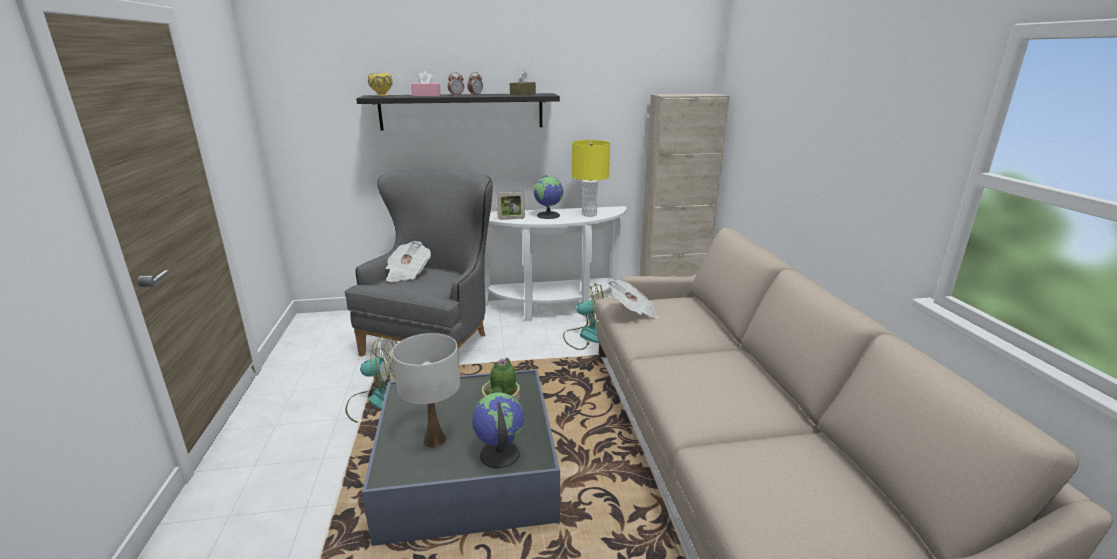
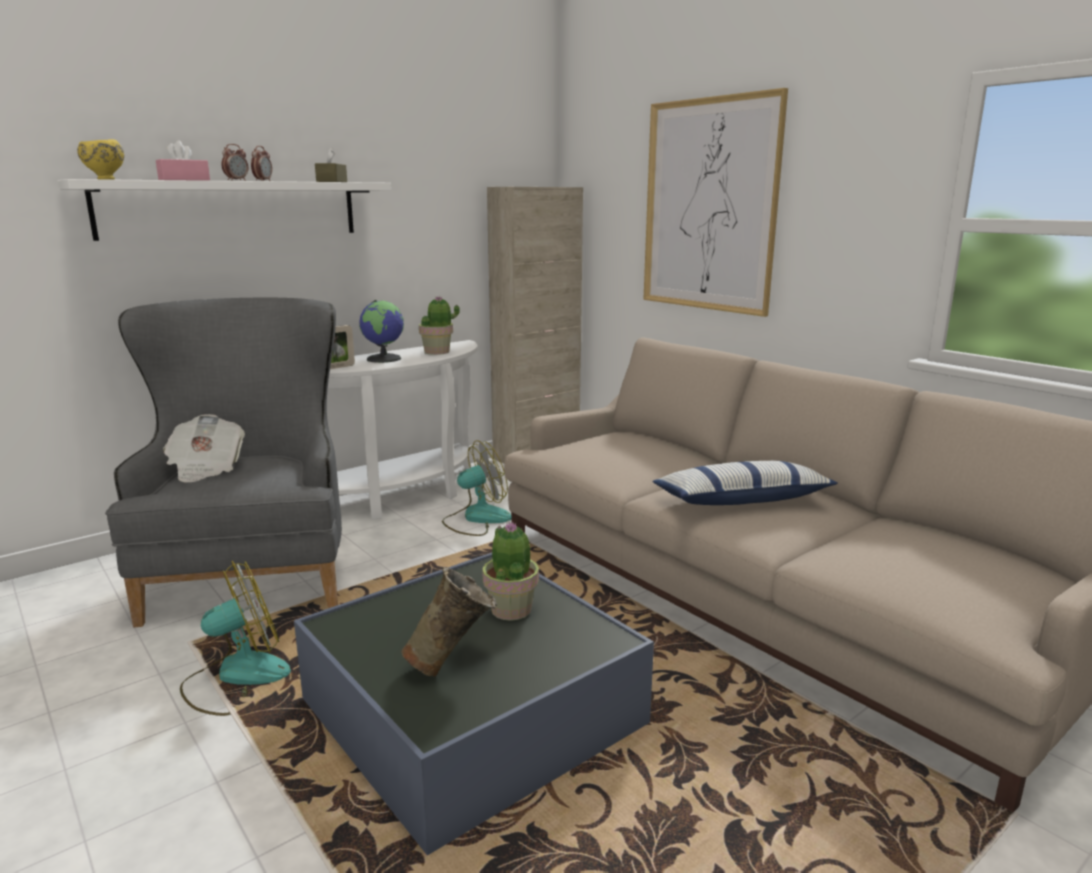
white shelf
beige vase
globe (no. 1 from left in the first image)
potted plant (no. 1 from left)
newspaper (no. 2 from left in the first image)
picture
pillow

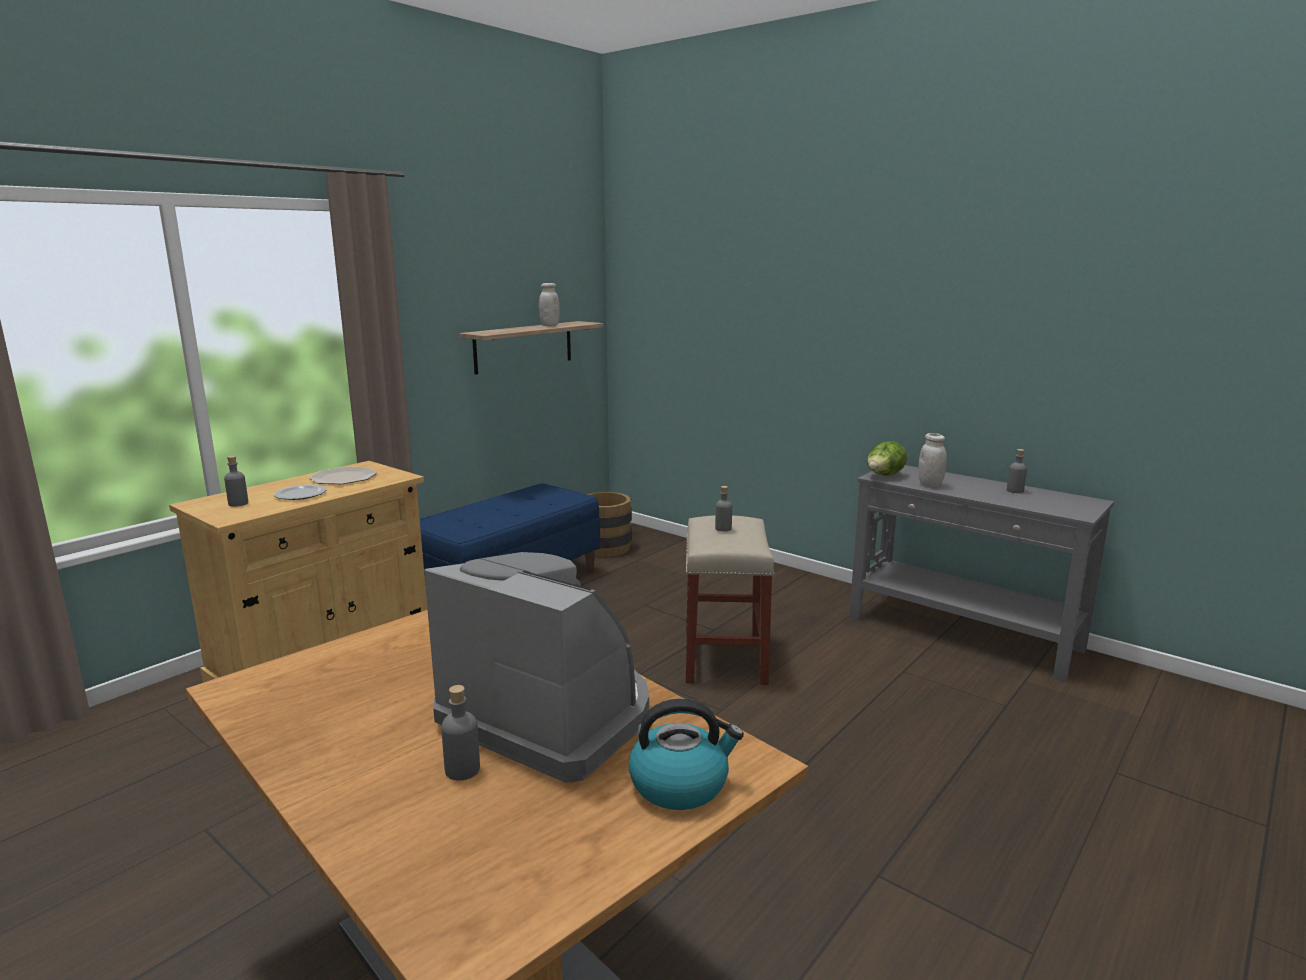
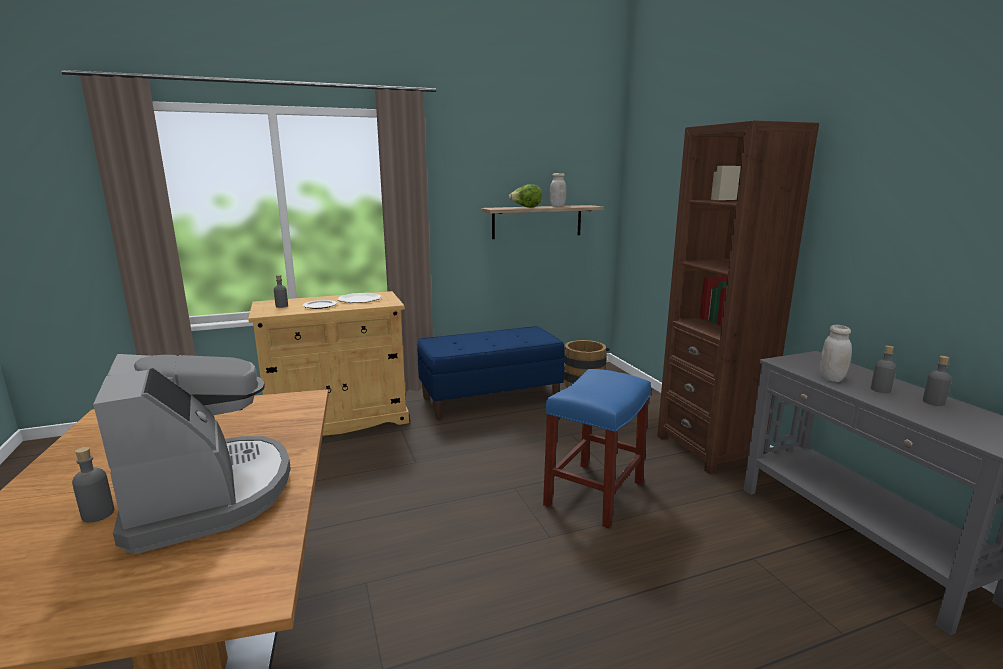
kettle
blue stool
grey bottle (no. 3 from left)
lettuce
brown bookcase

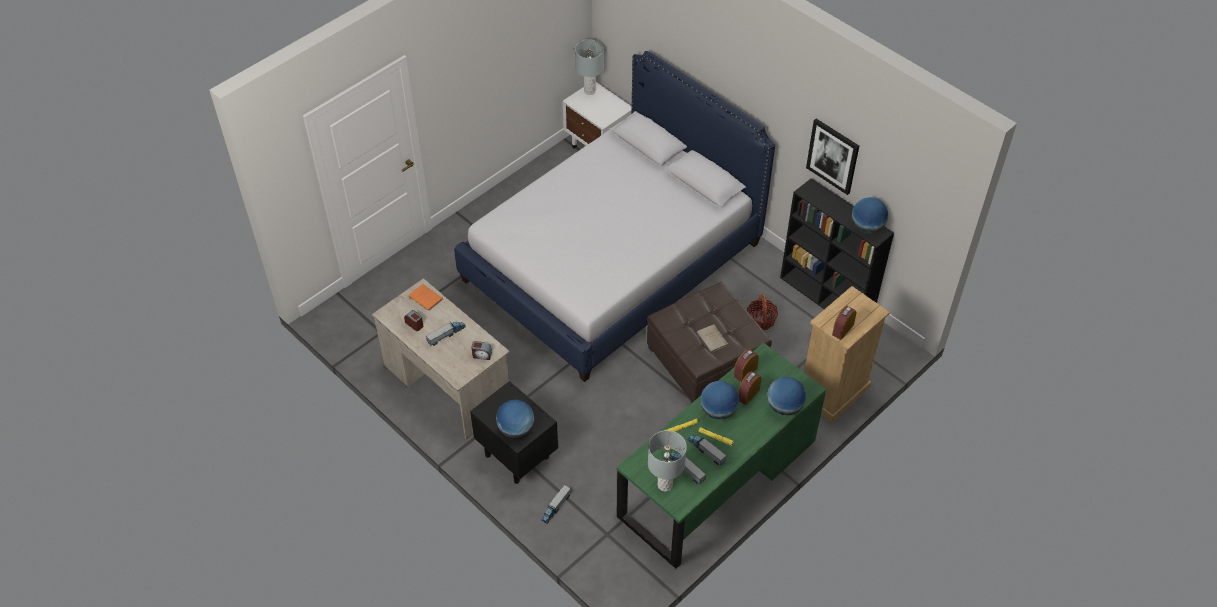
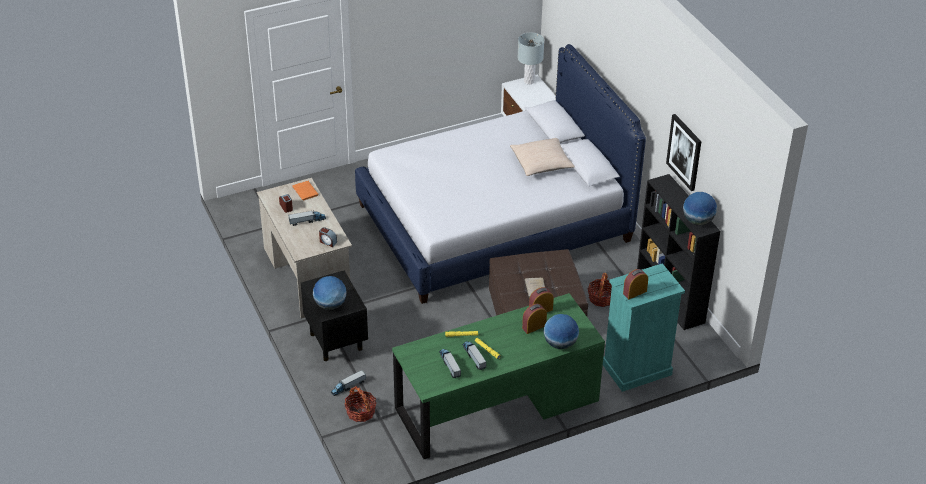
grey table lamp (no. 2 from left in the first image)
globe (no. 2 from left in the first image)
turquoise dresser
basket (no. 1 from left)
beige pillow

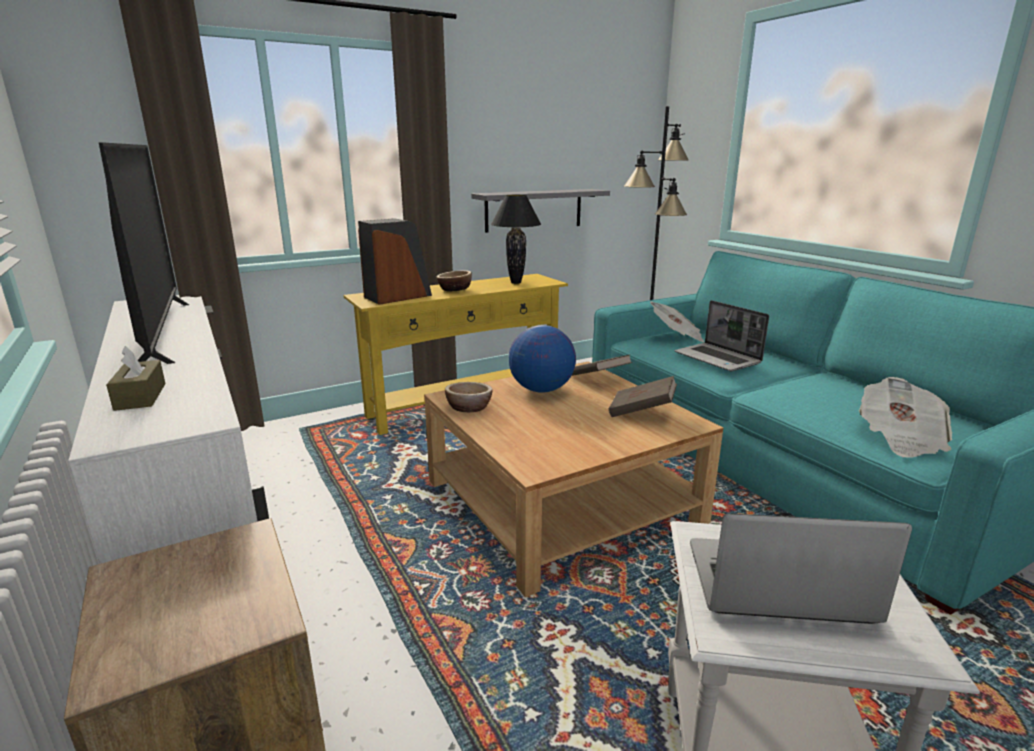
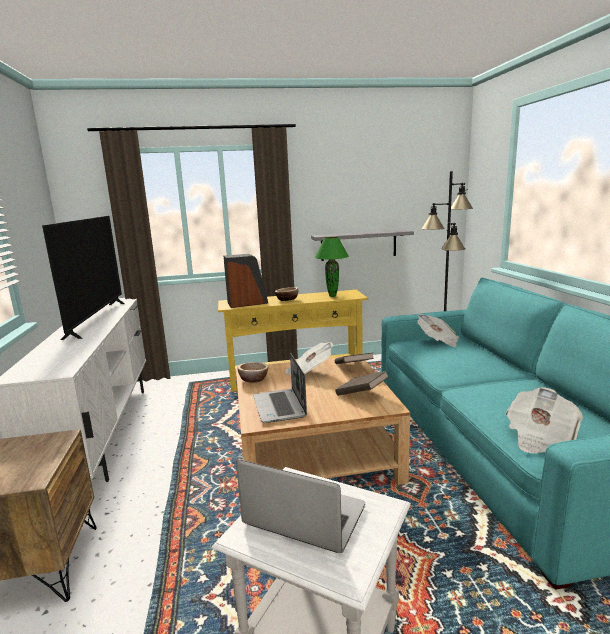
brown tissue box
green table lamp
newspaper (no. 1 from left)
laptop (no. 1 from left)

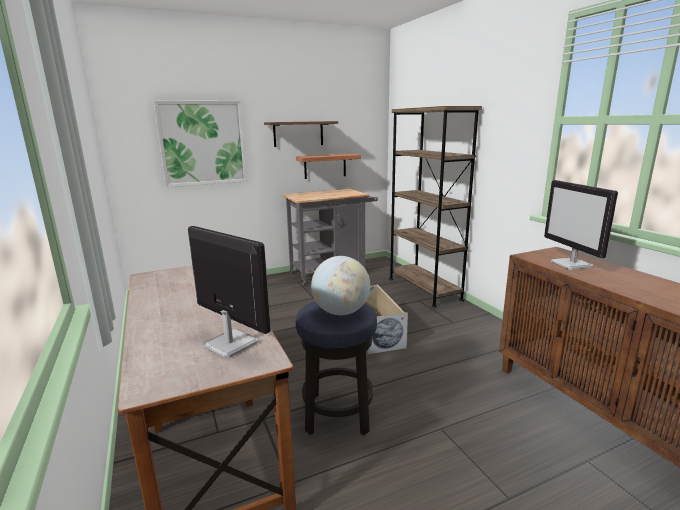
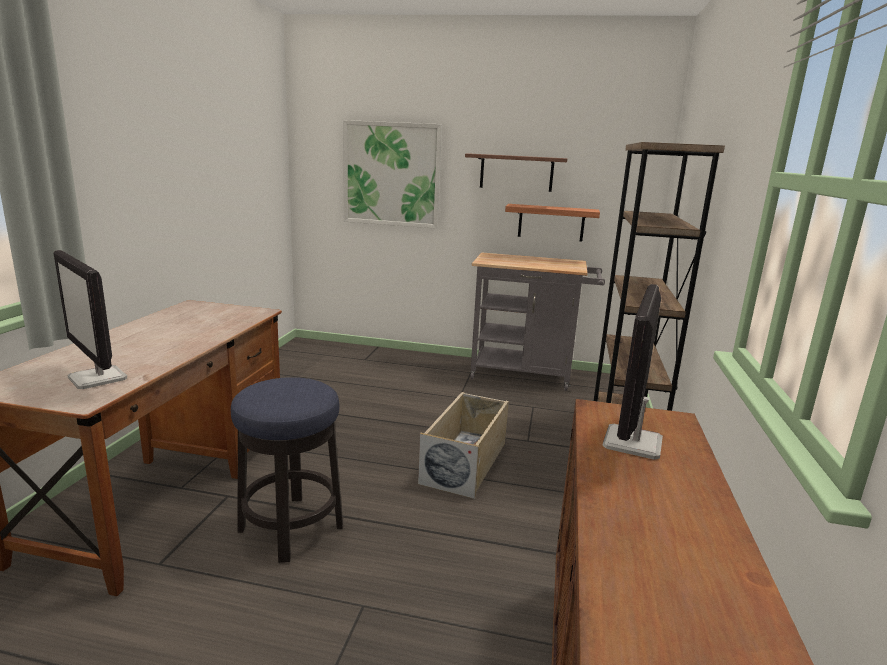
monitor (no. 1 from left)
globe

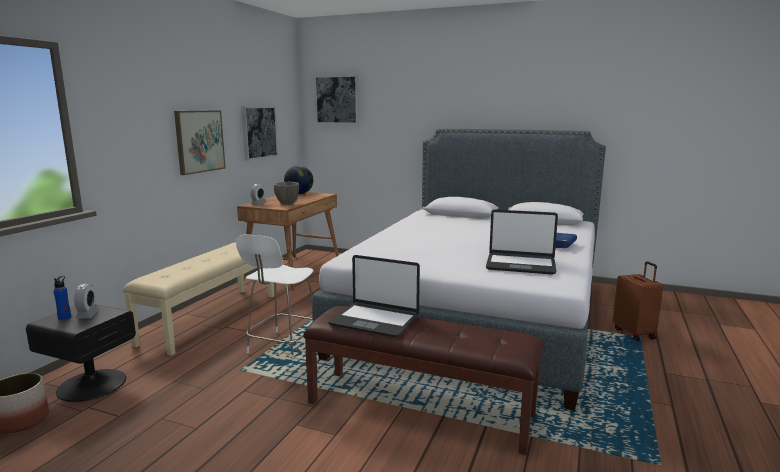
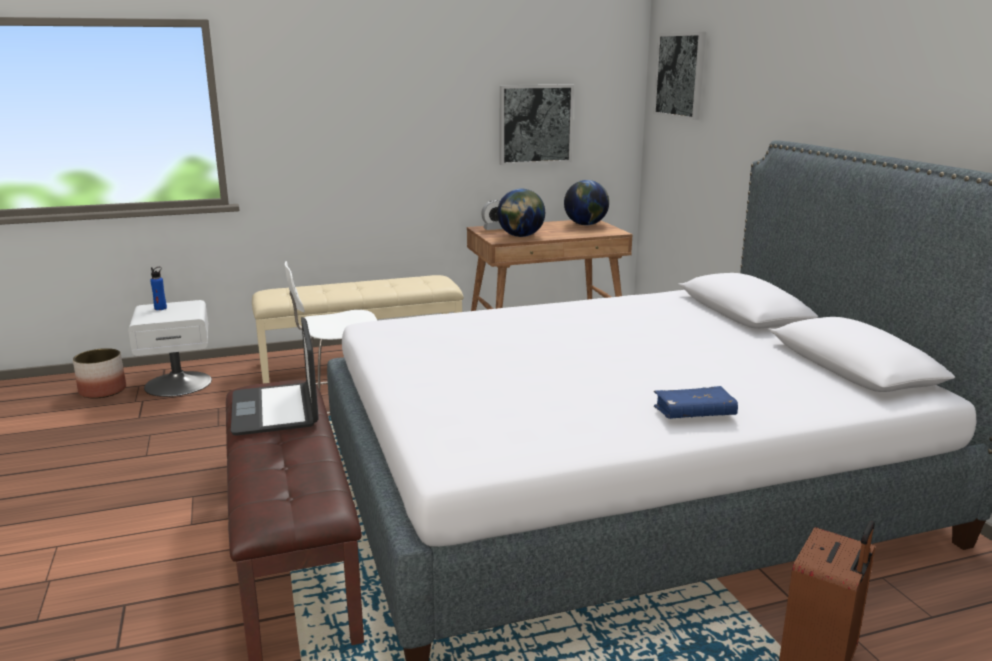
white nightstand
alarm clock (no. 1 from left in the first image)
picture (no. 1 from left in the first image)
globe (no. 1 from left)
laptop (no. 2 from left in the first image)

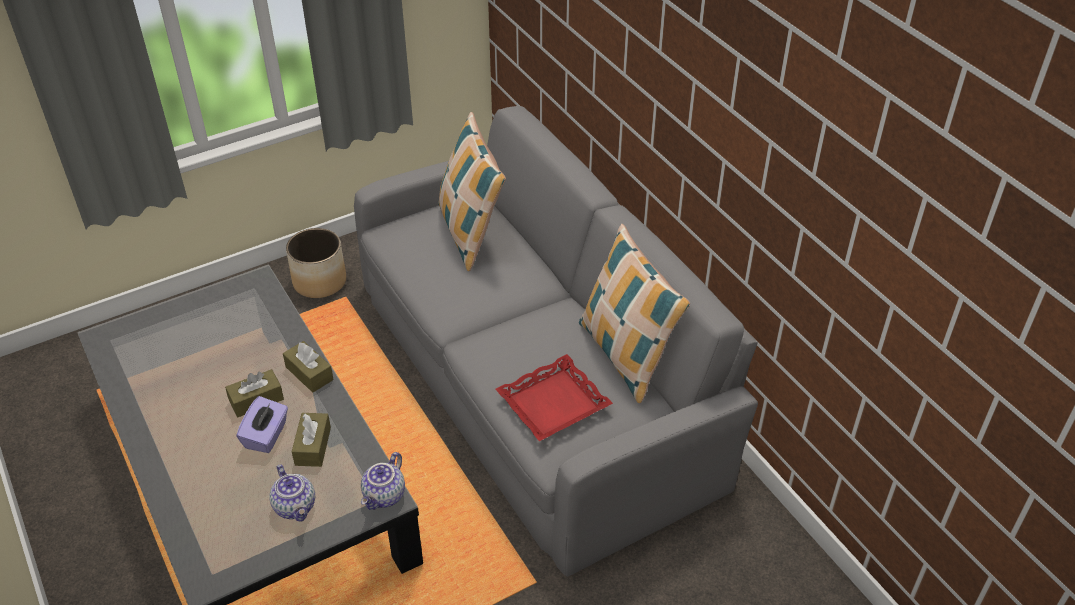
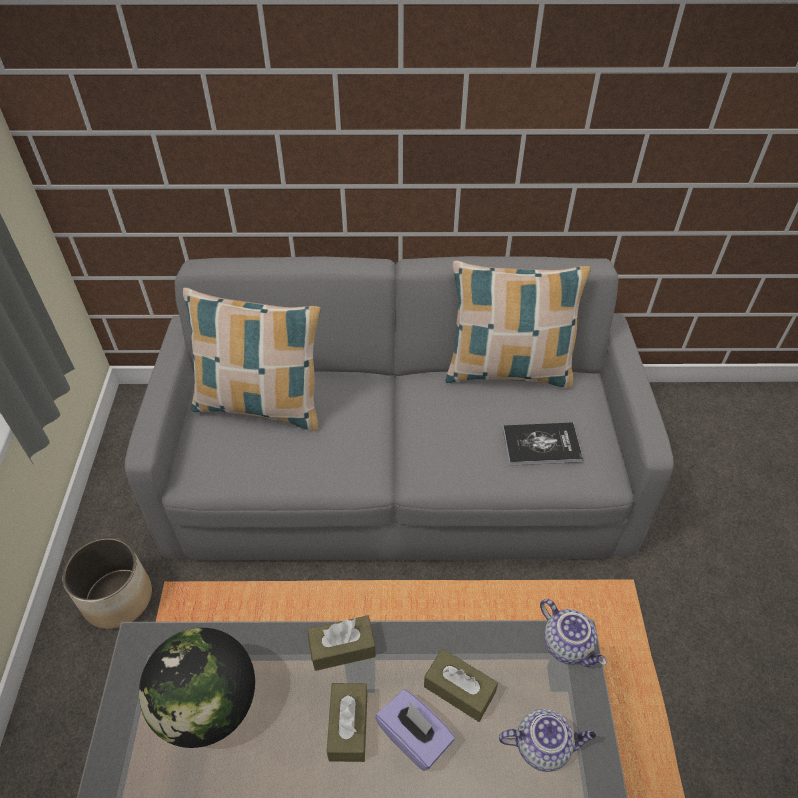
book
globe

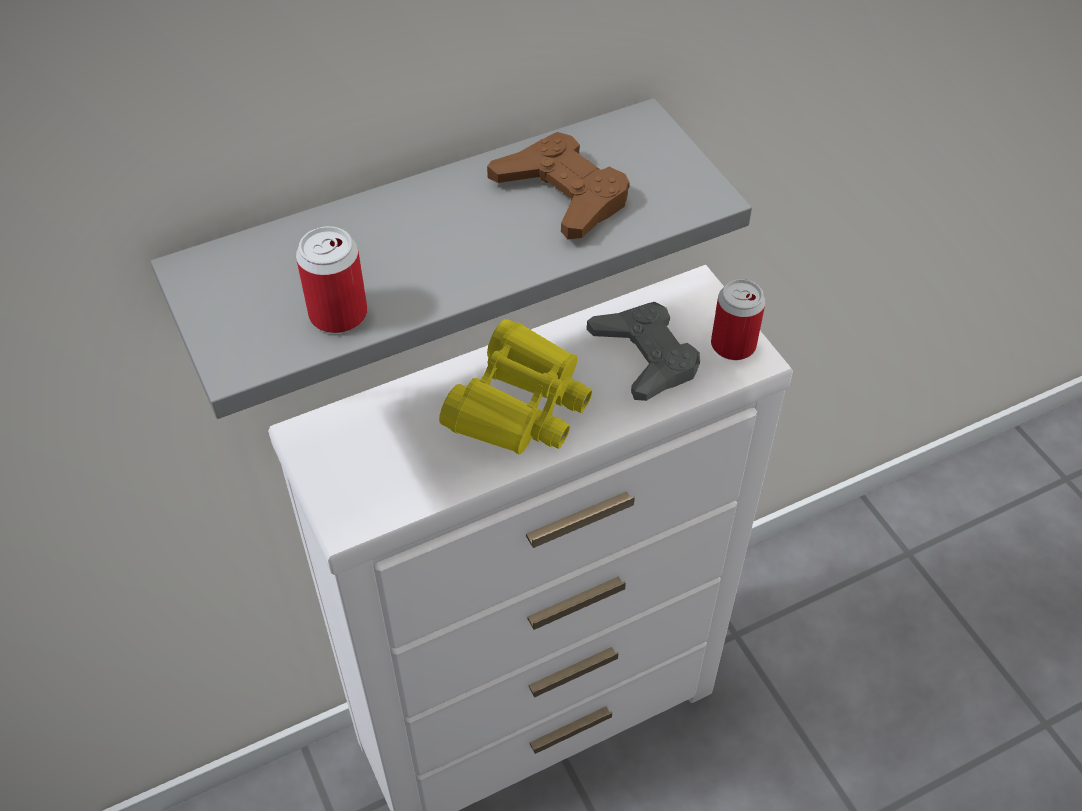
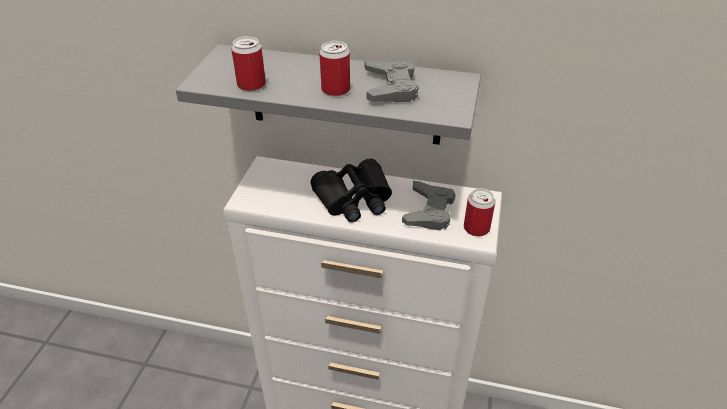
black binoculars
grey game controller (no. 1 from left)
can (no. 2 from left)

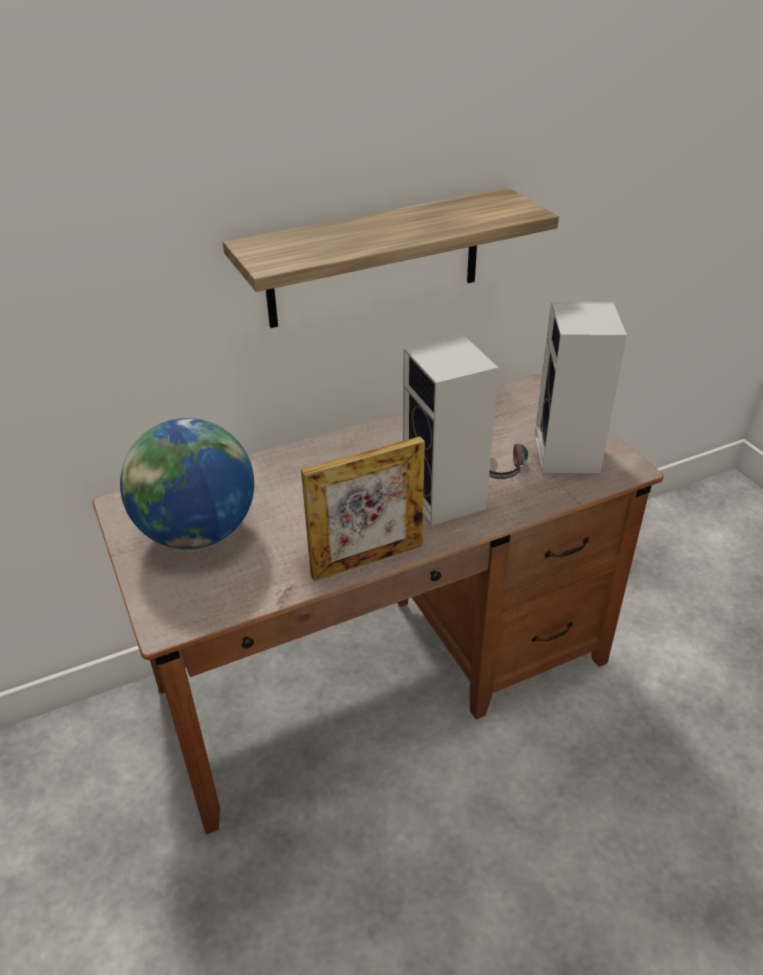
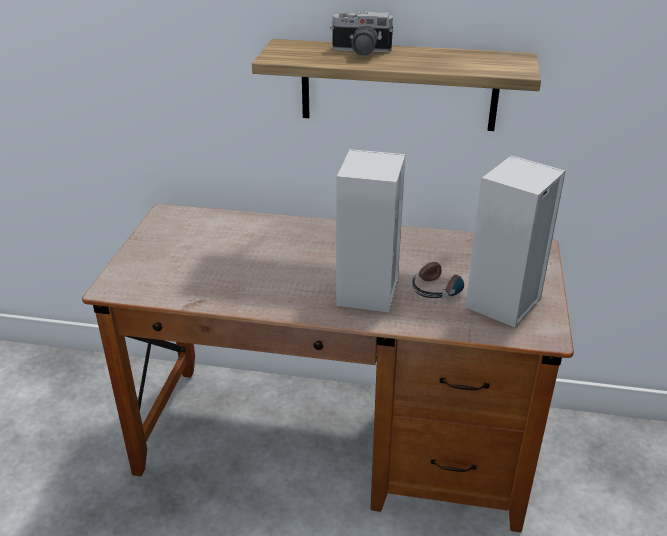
globe
picture frame
photo camera

